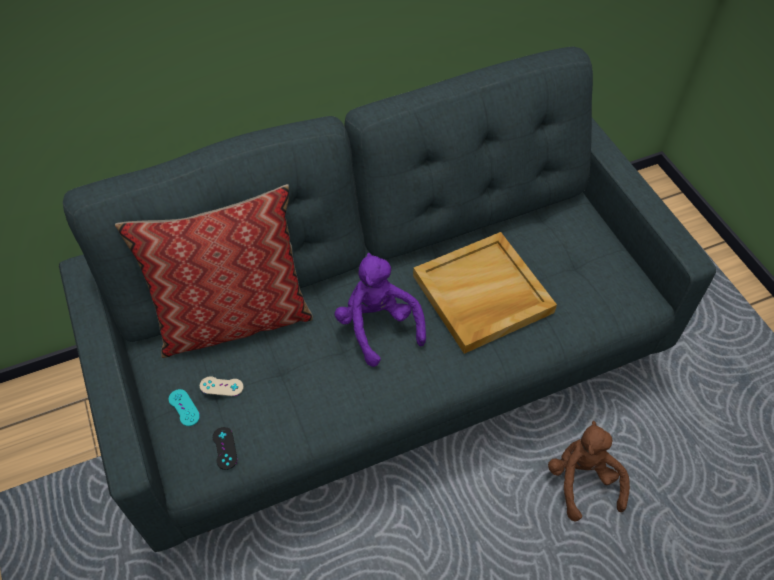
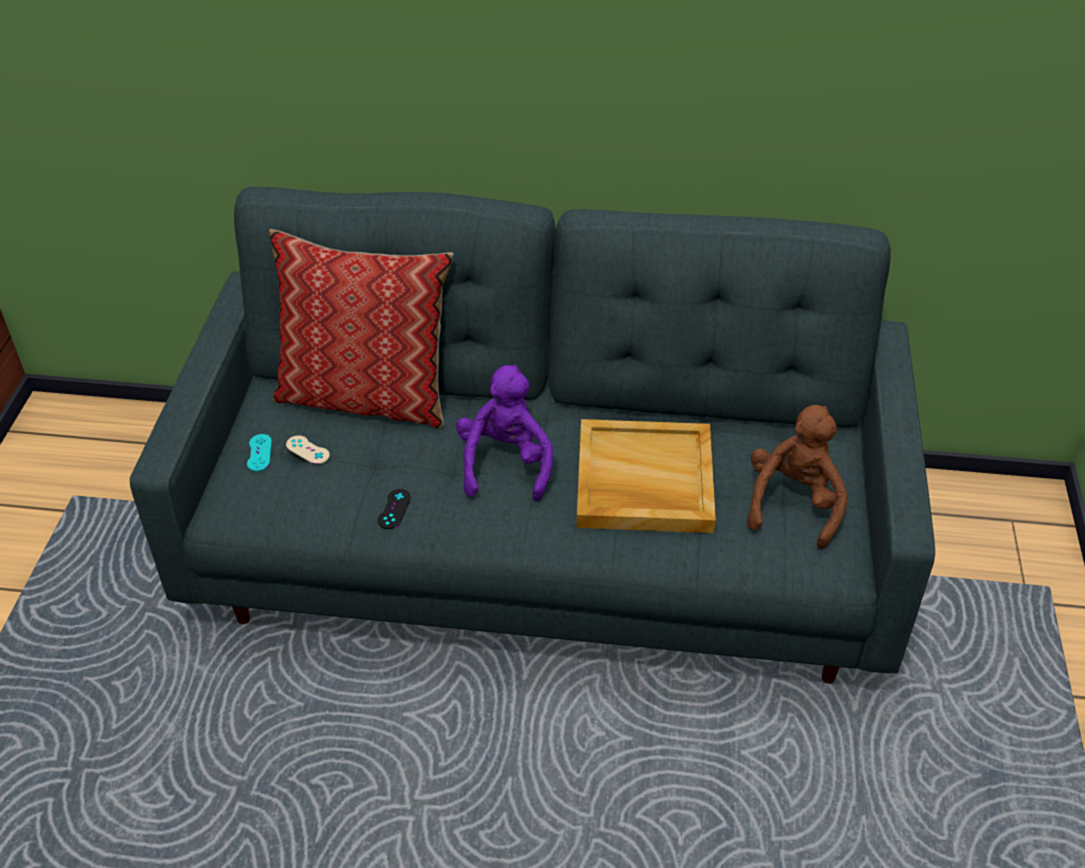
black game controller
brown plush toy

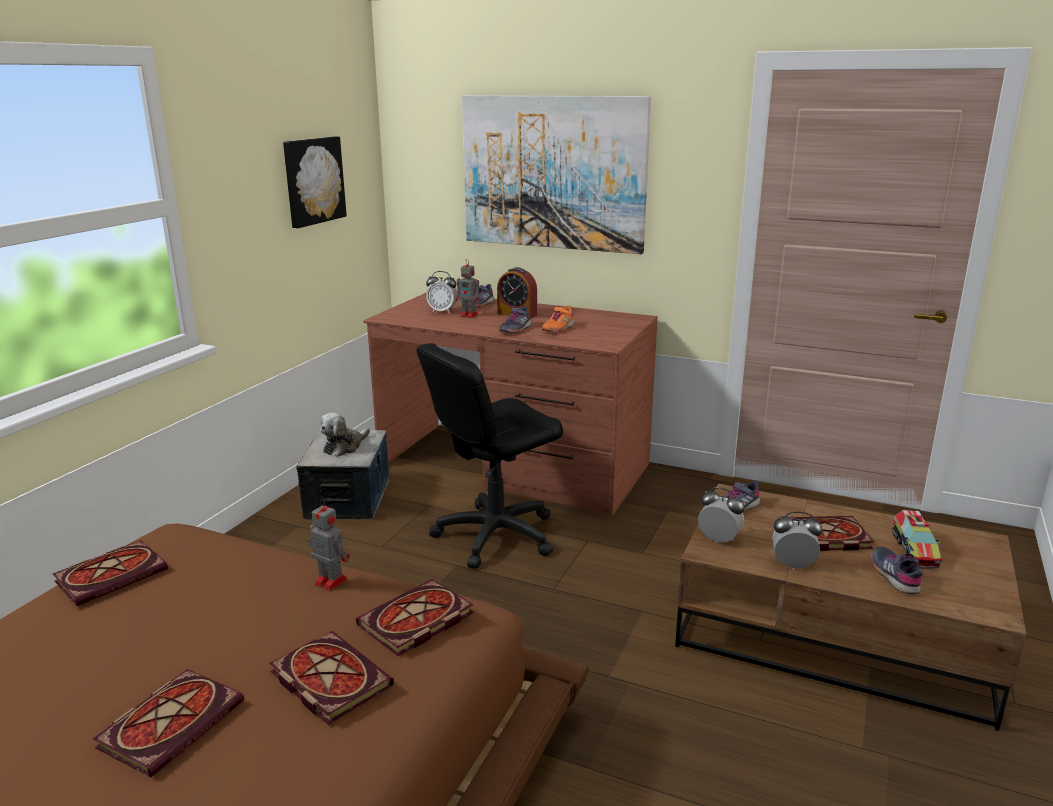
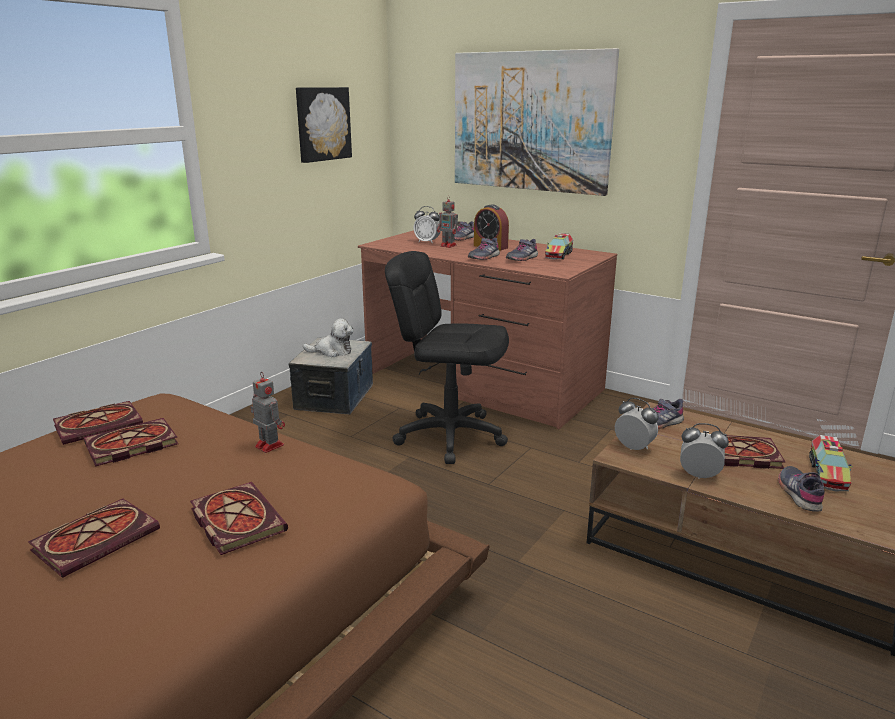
plush toy
book (no. 3 from left)
black office chair
grey shoe (no. 3 from left)
toy truck (no. 1 from left)

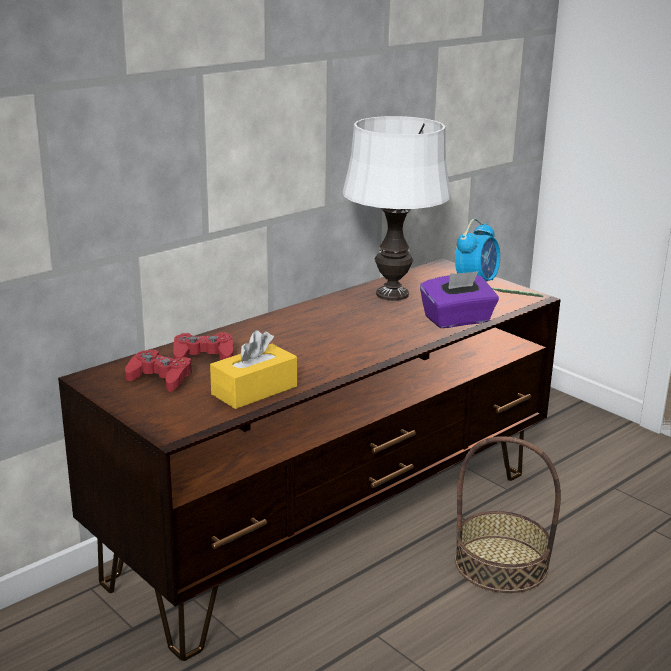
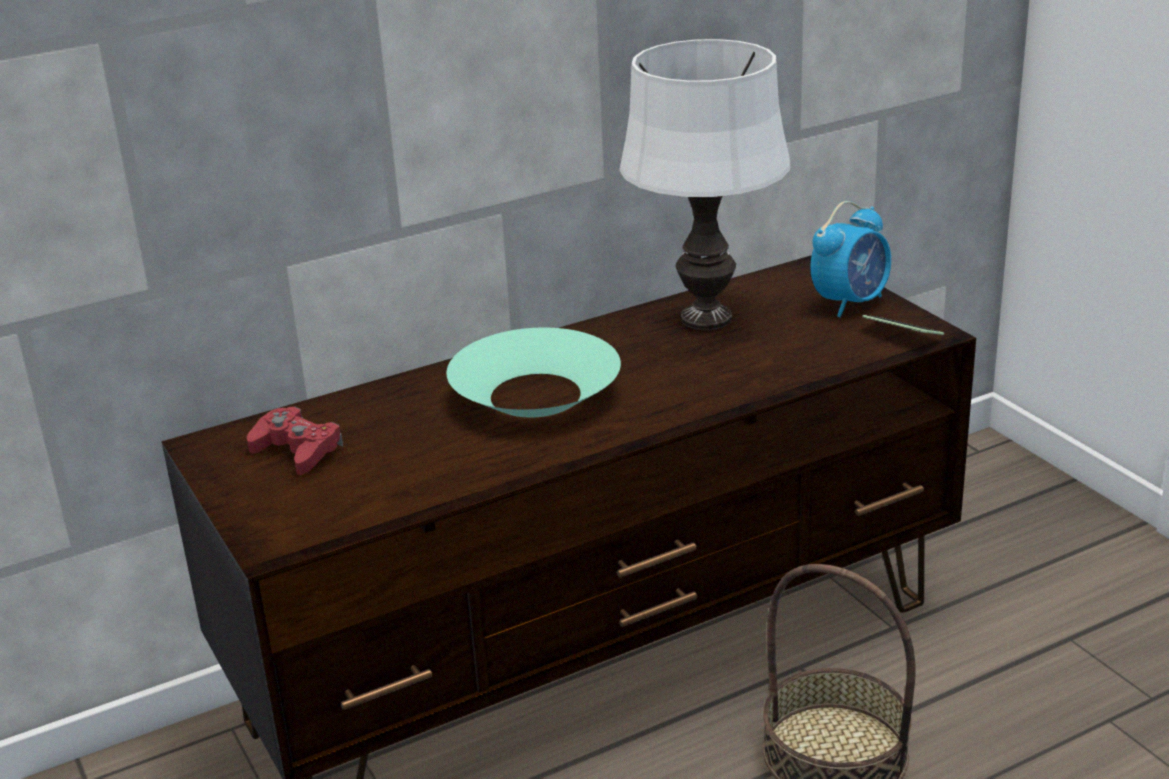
red game controller (no. 2 from left in the first image)
yellow tissue box
purple tissue box
turquoise bowl

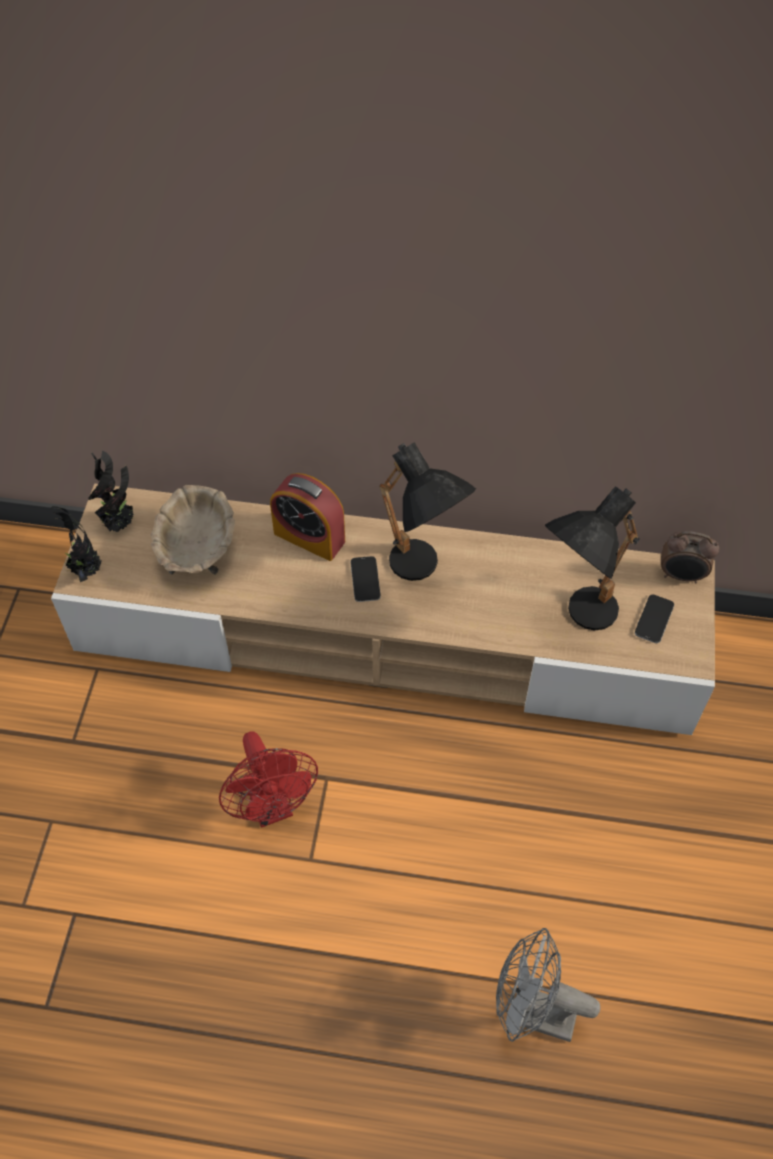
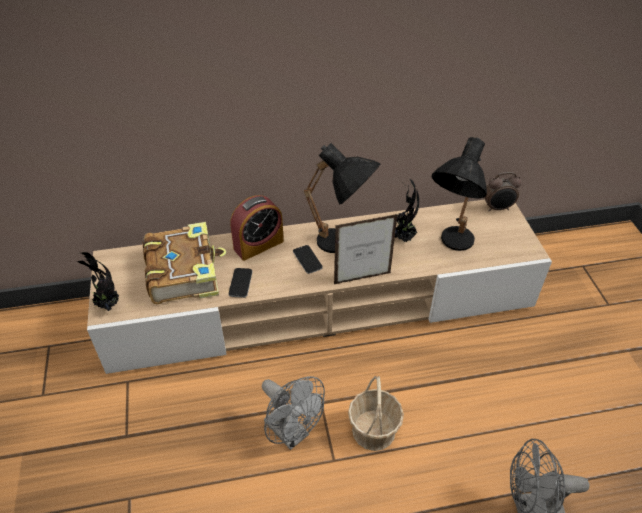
potted plant (no. 2 from left)
book
grey fan (no. 1 from left)
alarm clock (no. 1 from left)
phone (no. 1 from left)
picture frame
basket

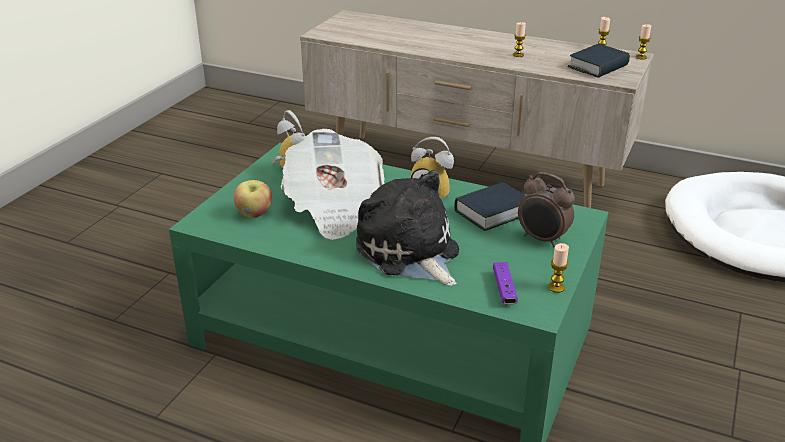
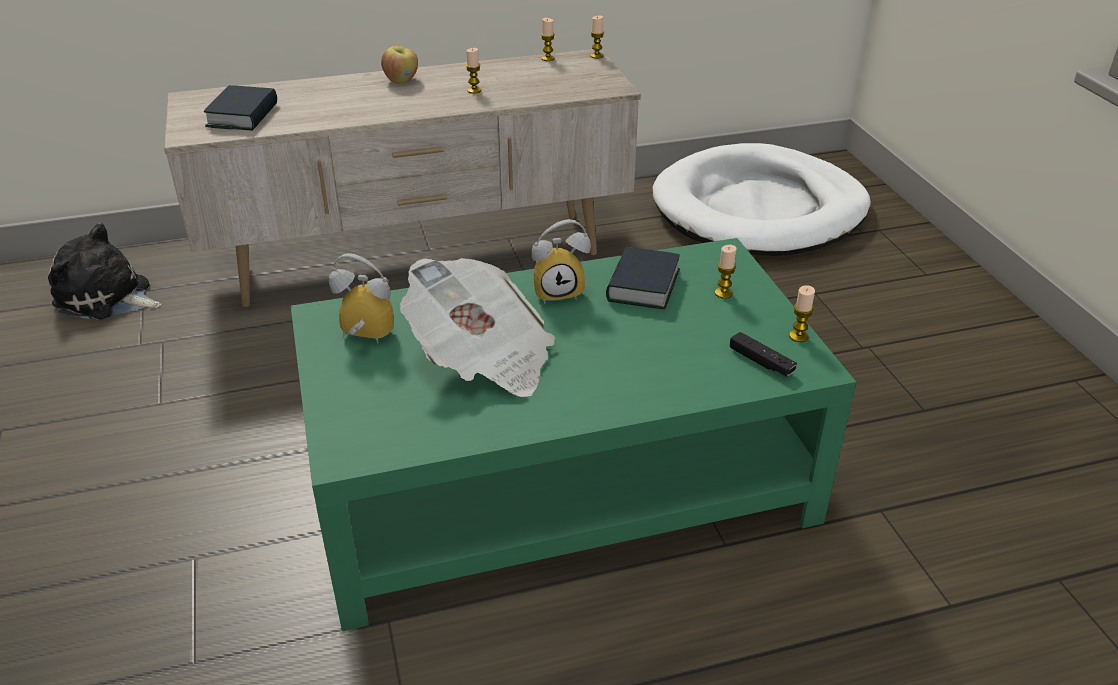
apple
plush toy
black game controller
candle (no. 4 from left)
book (no. 1 from left)

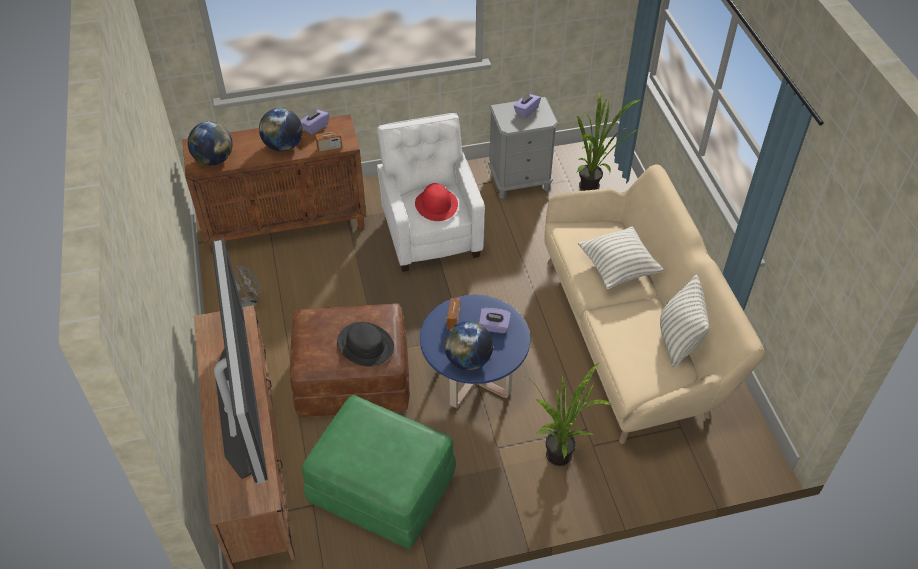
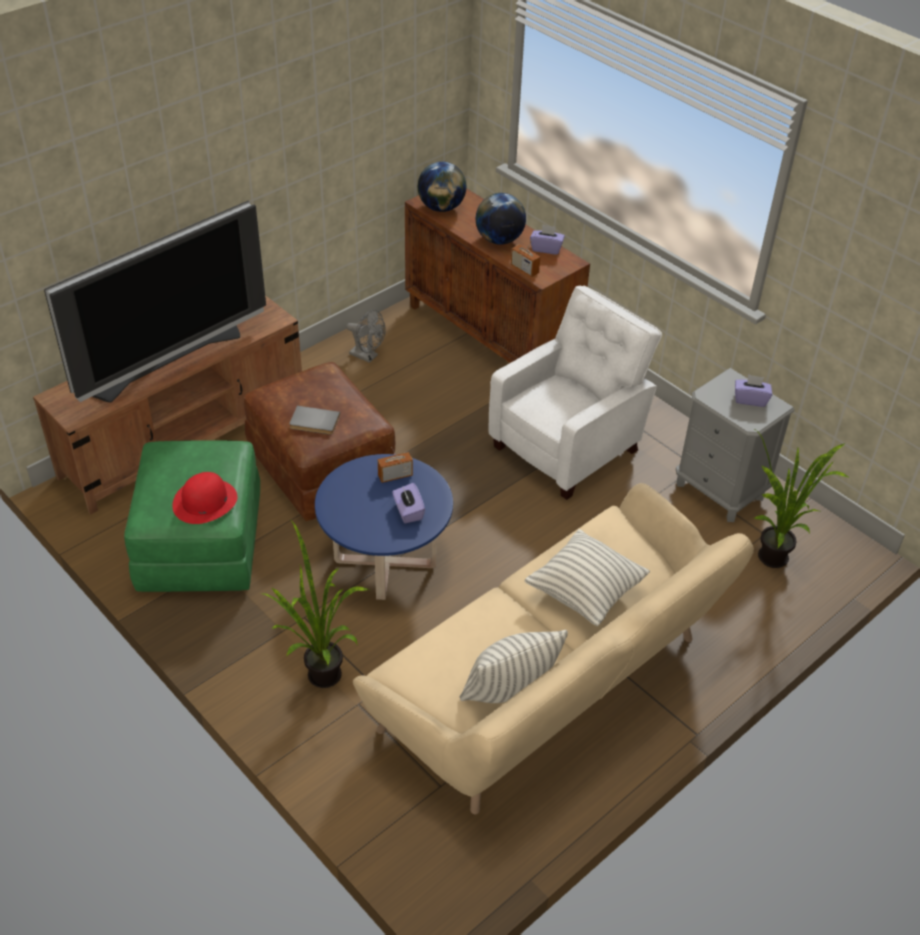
grey book
red hat
globe (no. 3 from left in the first image)

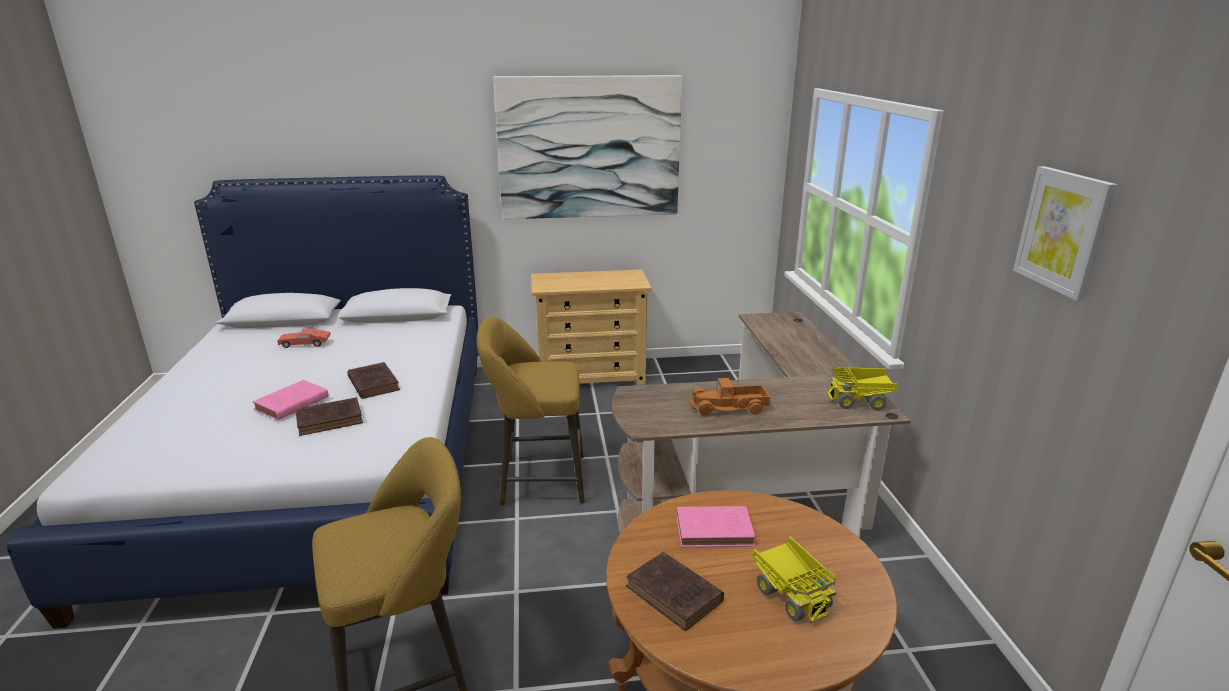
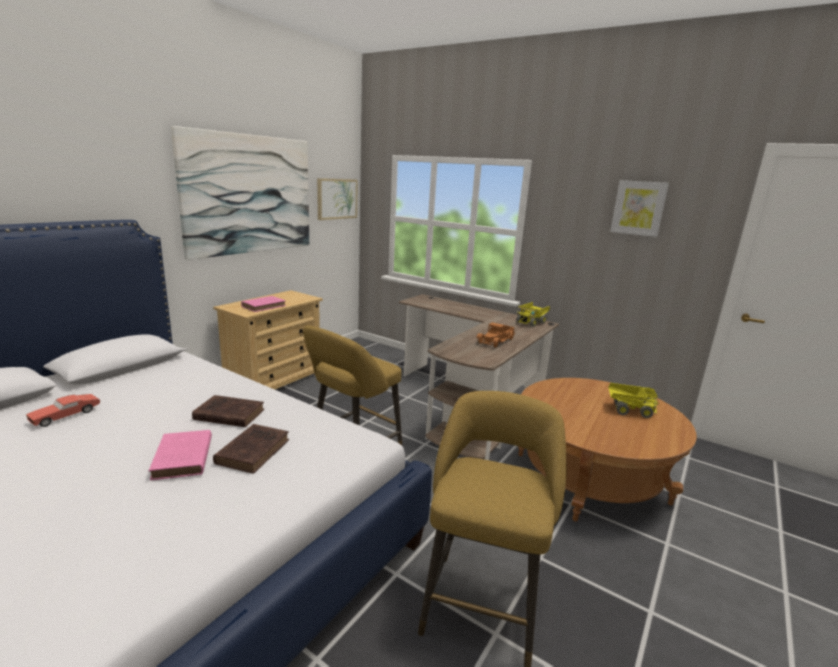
brown book (no. 3 from left in the first image)
pink book (no. 2 from left)
picture (no. 2 from left)

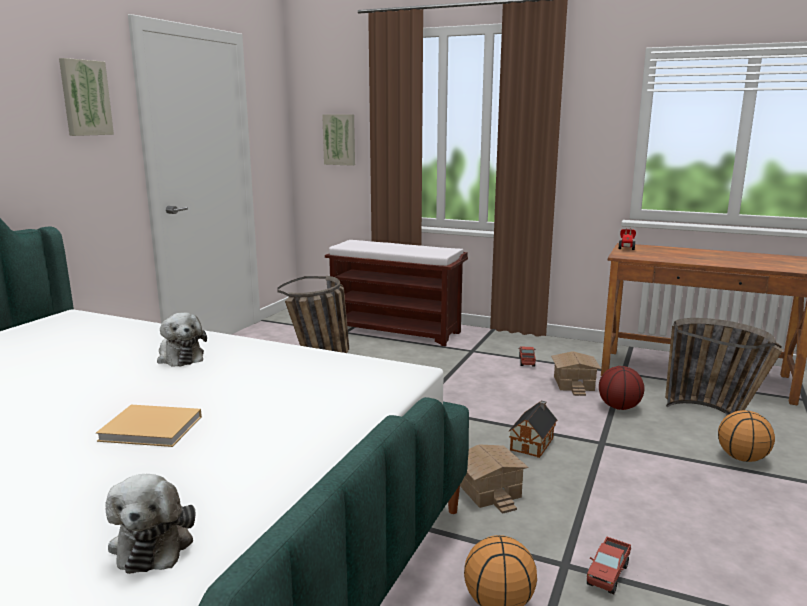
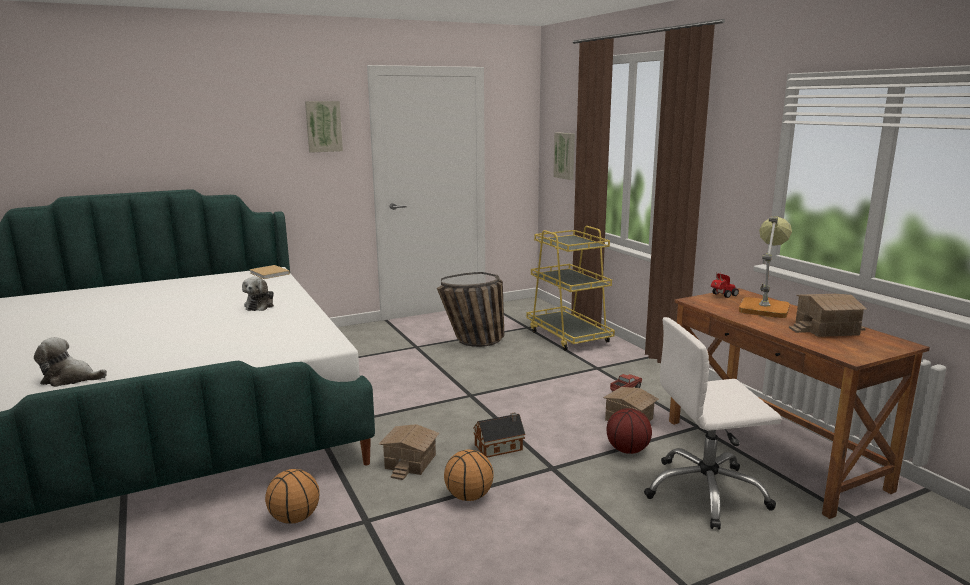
beige book
plush toy (no. 1 from left)
yellow cart
toy truck (no. 2 from left in the first image)
white office chair
basketball (no. 2 from left)
table lamp
toy house (no. 4 from left)

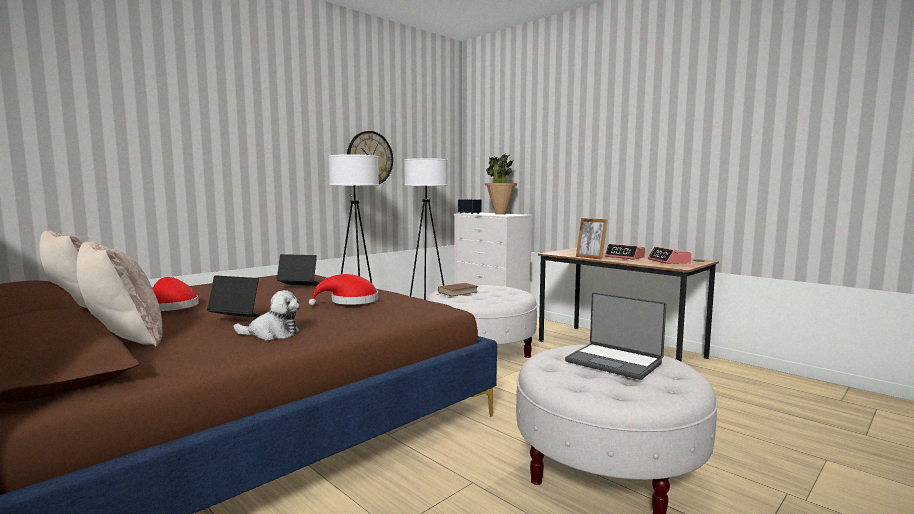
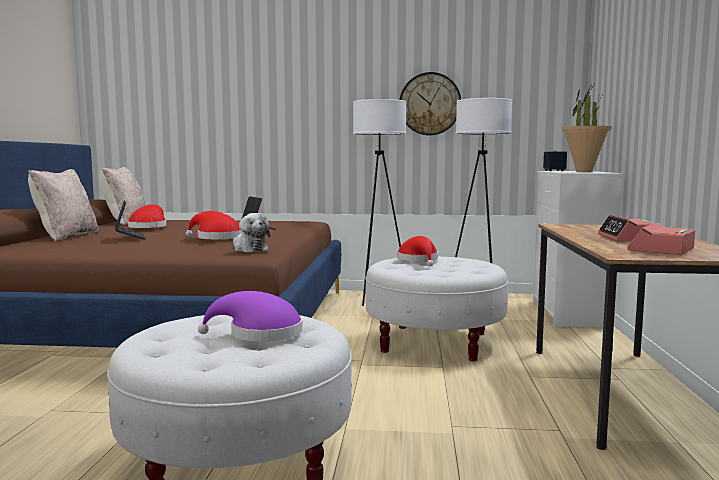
plush toy
red hat (no. 3 from left)
purple hat
picture frame

